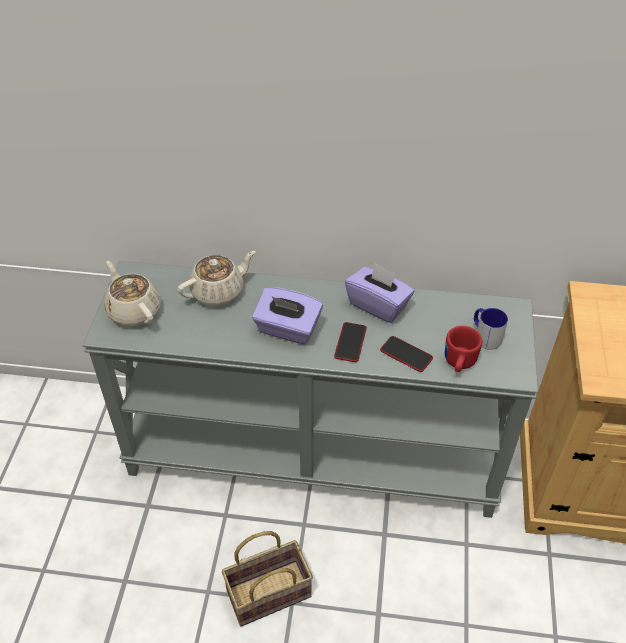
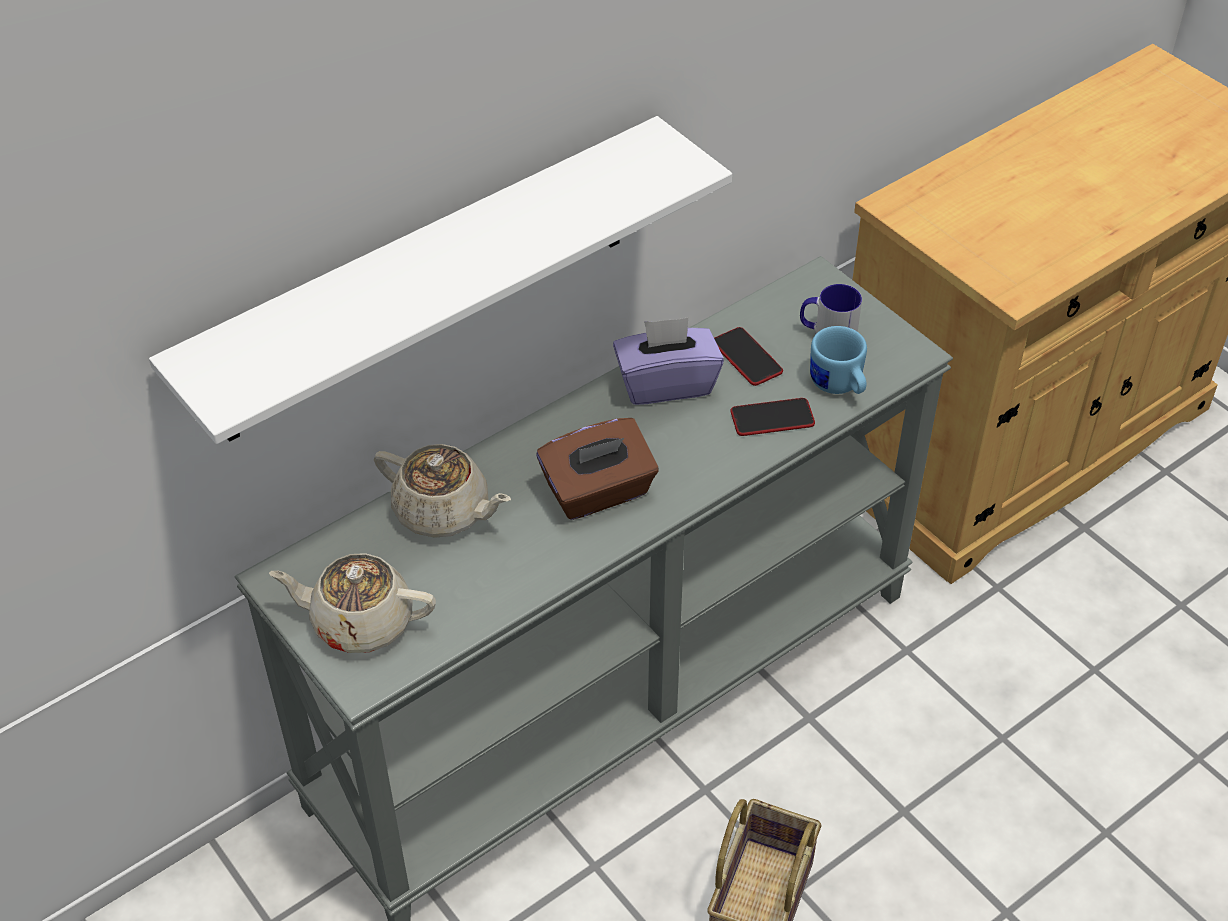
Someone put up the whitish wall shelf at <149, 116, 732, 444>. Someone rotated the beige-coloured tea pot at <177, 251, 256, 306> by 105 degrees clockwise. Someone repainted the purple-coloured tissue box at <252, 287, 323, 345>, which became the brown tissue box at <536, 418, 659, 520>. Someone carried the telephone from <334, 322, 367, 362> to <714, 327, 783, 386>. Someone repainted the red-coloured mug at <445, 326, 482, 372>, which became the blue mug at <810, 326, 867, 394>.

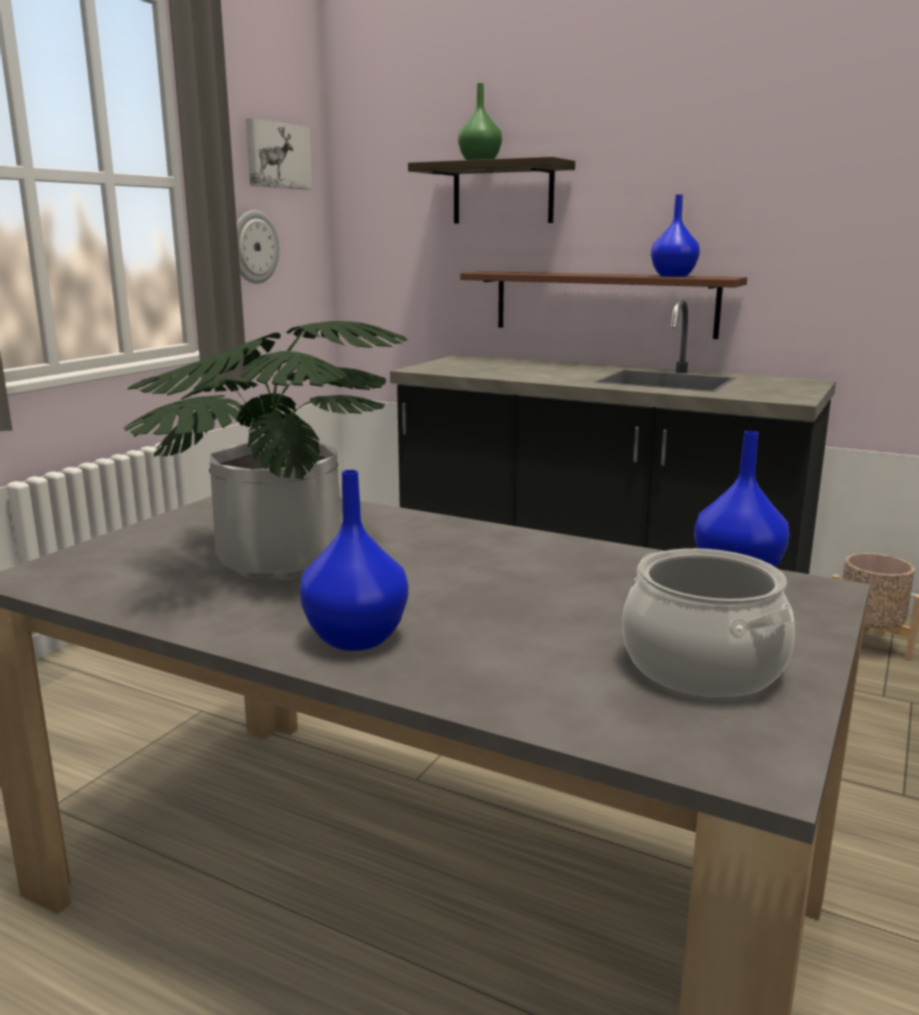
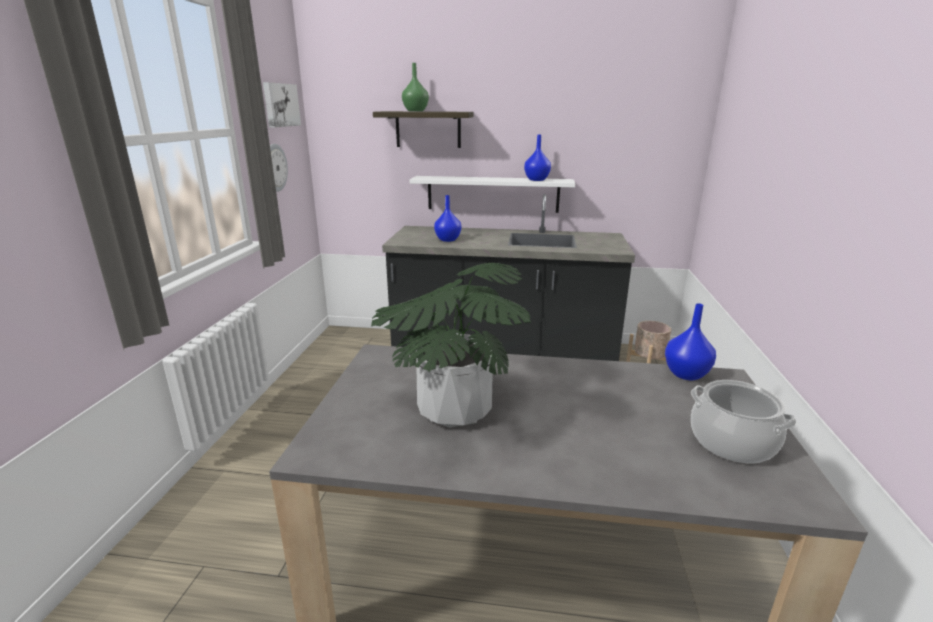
Someone repainted the brown wall shelf at <460, 271, 747, 339>, which became the whitish wall shelf at <410, 176, 575, 213>. Someone carried the blue flower vase from <300, 470, 409, 651> to <434, 195, 461, 242>.

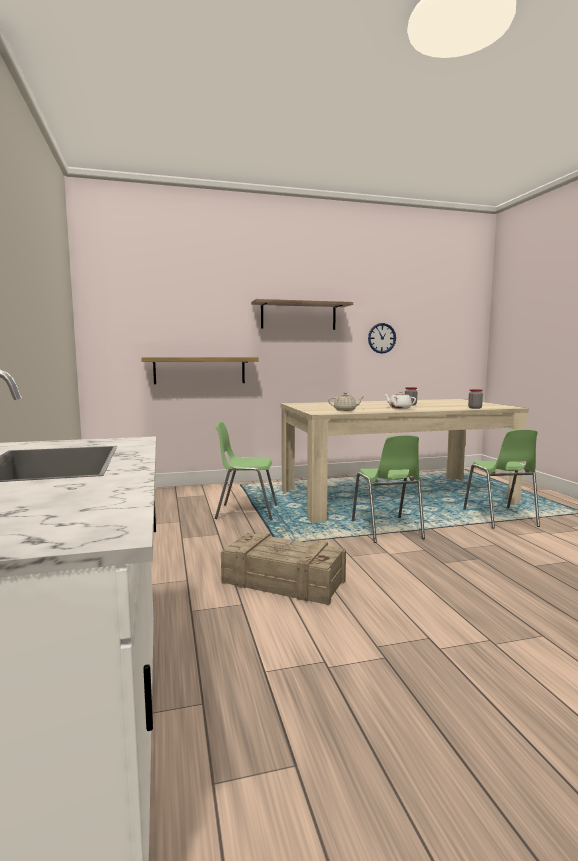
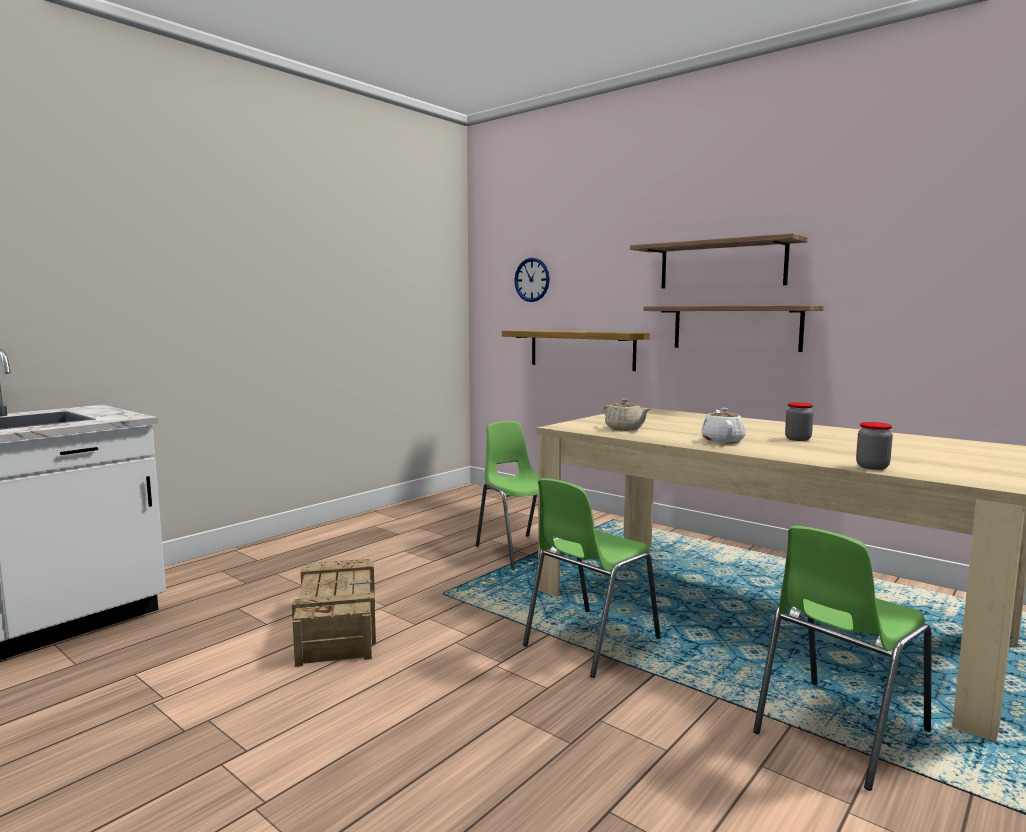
Someone carried the wall clock from <368, 323, 396, 354> to <514, 258, 550, 302>. Someone put up the wall shelf at <643, 305, 824, 352>.

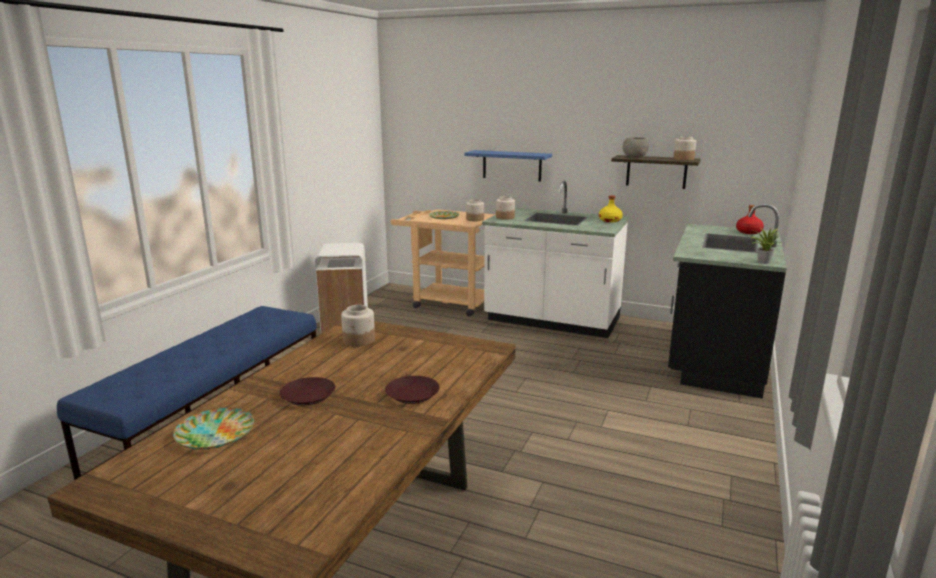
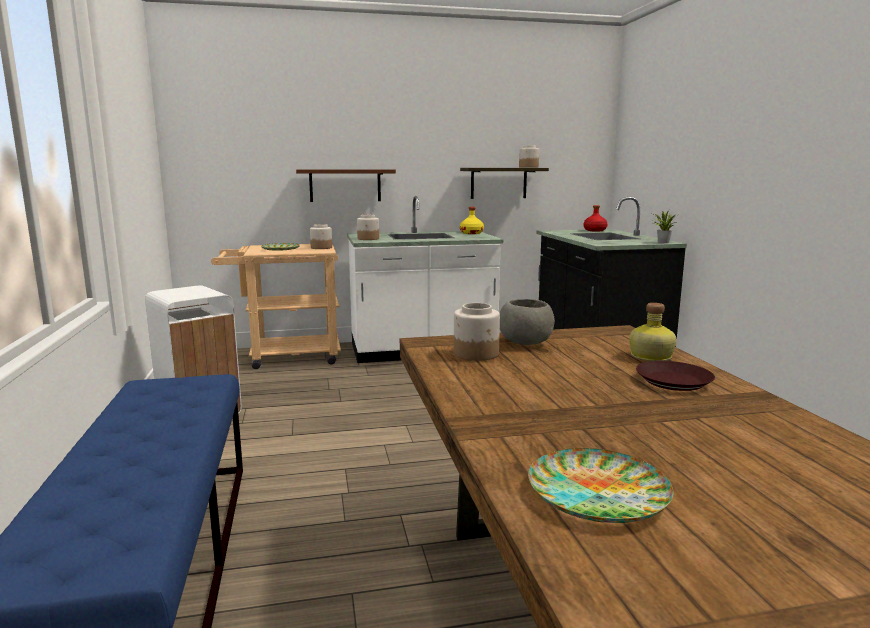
Someone repainted the blue wall shelf at <464, 150, 552, 182>, which became the brown wall shelf at <296, 169, 396, 202>. Someone carried the grey deep dish from <623, 137, 649, 158> to <500, 299, 555, 345>. Someone put down the drink bottle at <629, 303, 677, 361>. Someone took away the brown flat dish at <280, 377, 335, 406>.

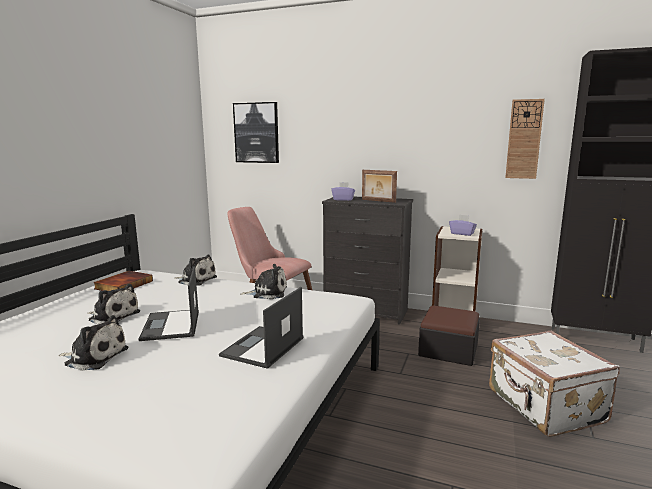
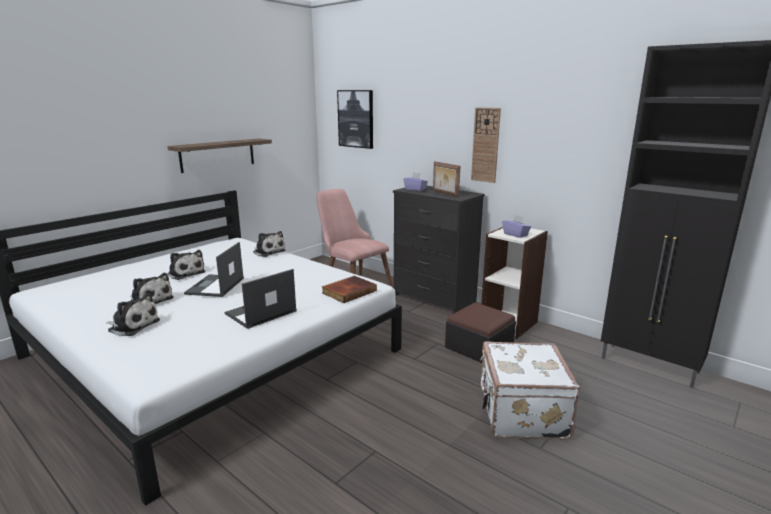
Someone carried the plush toy from <241, 264, 287, 300> to <106, 293, 160, 336>. Someone put up the wall shelf at <167, 139, 272, 173>. Someone carried the book from <93, 271, 153, 291> to <322, 276, 377, 303>. Someone carried the wall clock from <505, 99, 545, 179> to <471, 107, 501, 183>.

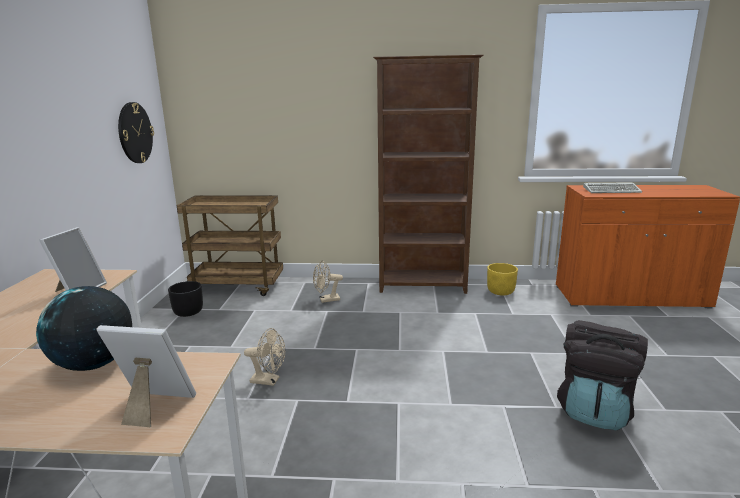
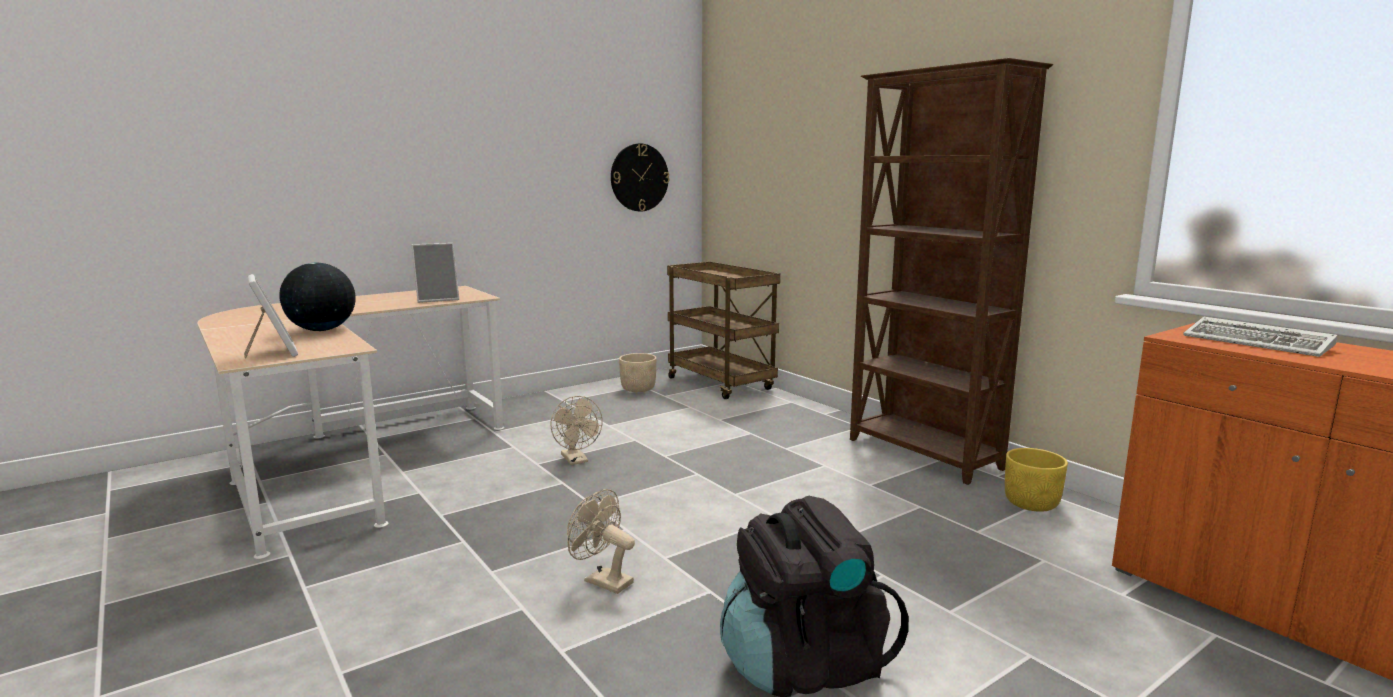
Someone carried the beige-coloured fan from <313, 260, 343, 303> to <567, 489, 635, 594>. Someone repainted the black-coloured flower pot at <168, 281, 203, 317>, which became the beige-coloured flower pot at <619, 353, 656, 392>.

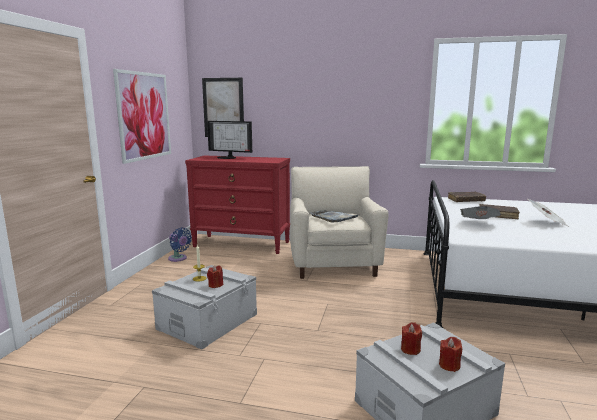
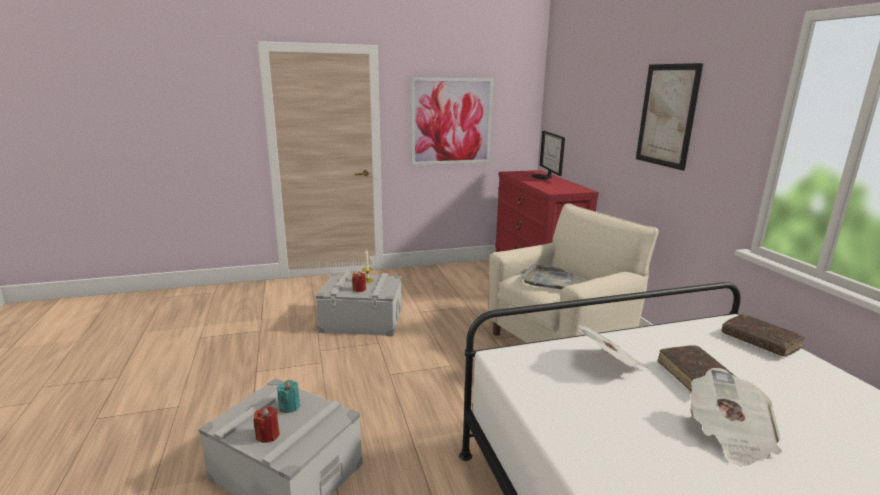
Someone repainted the red-coloured candle at <401, 322, 422, 355>, which became the blue-green candle at <277, 380, 300, 413>. Someone carried the picture from <202, 78, 244, 137> to <636, 63, 703, 170>. Someone took away the blue fan at <168, 227, 192, 262>.

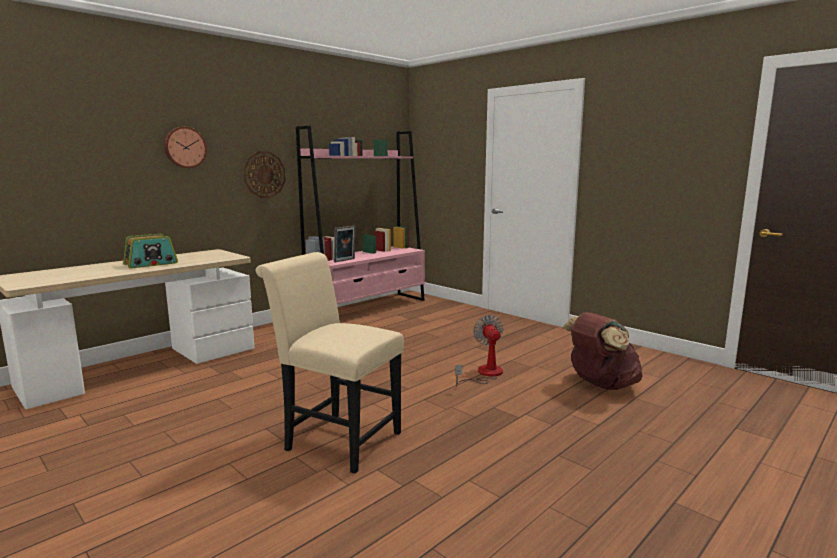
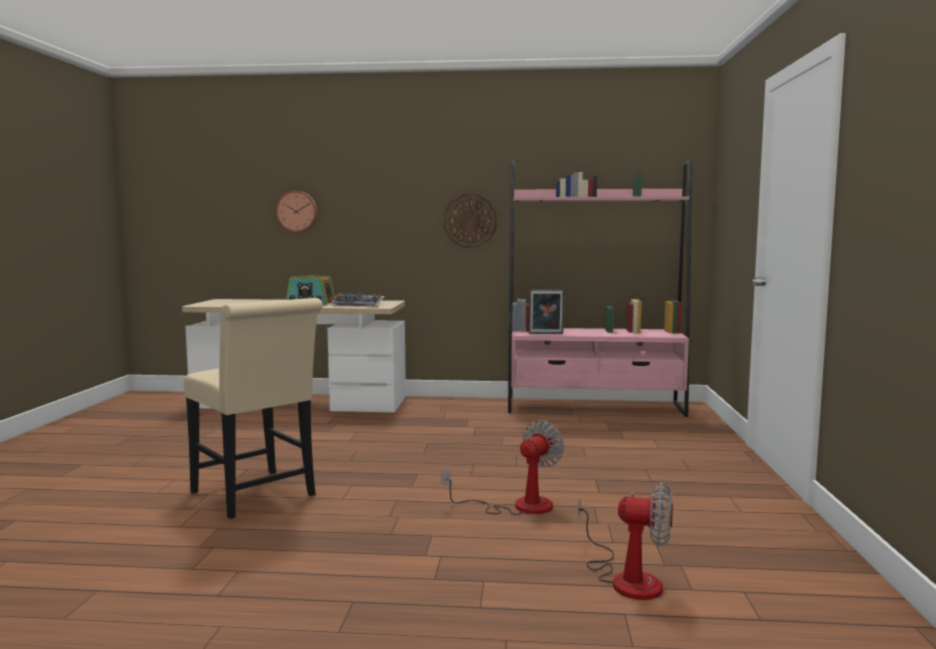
Someone rotated the beige-coloured upright chair at <255, 252, 404, 474> by 150 degrees clockwise. Someone carried the wall clock from <164, 127, 207, 168> to <276, 191, 318, 232>. Someone put down the computer keyboard at <331, 293, 384, 307>. Someone swapped the brown rucksack at <562, 312, 643, 390> for the fan at <578, 482, 673, 600>.

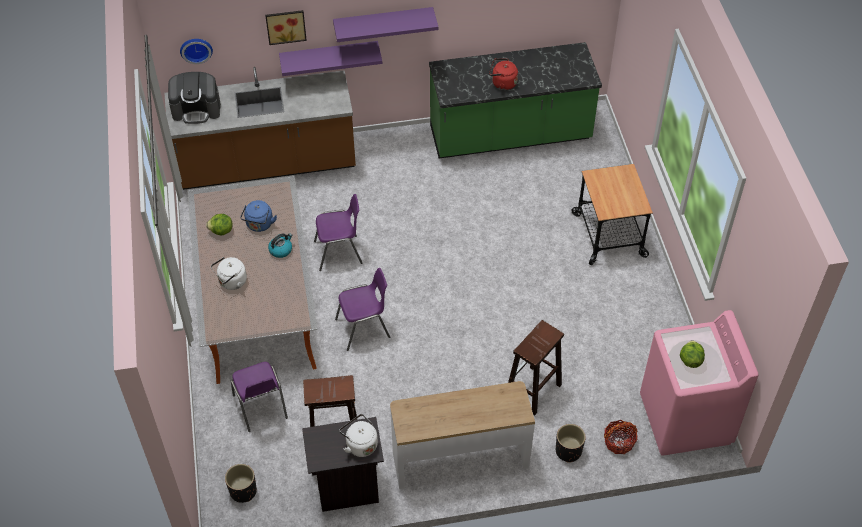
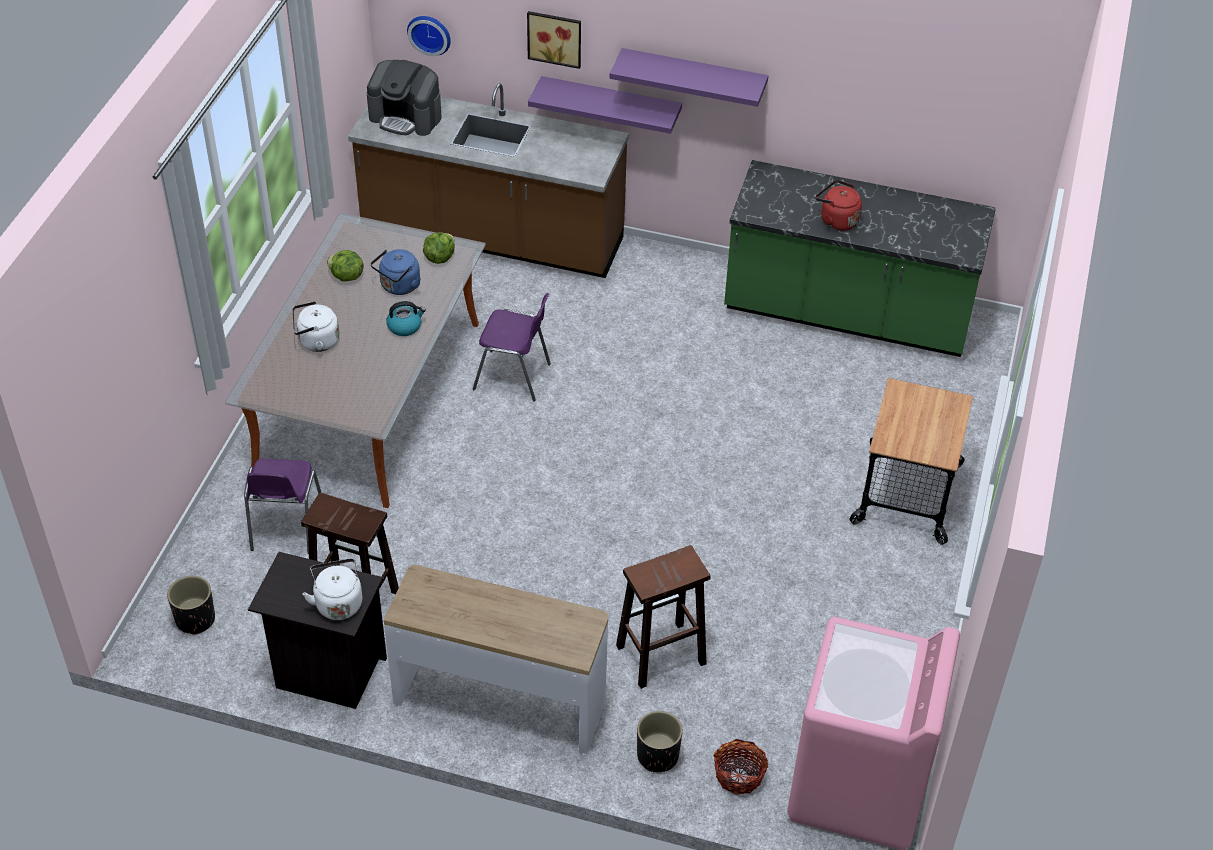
Someone carried the head of lettuce from <680, 340, 705, 368> to <423, 232, 455, 264>. Someone took away the purple-coloured upright chair at <335, 268, 390, 351>.

